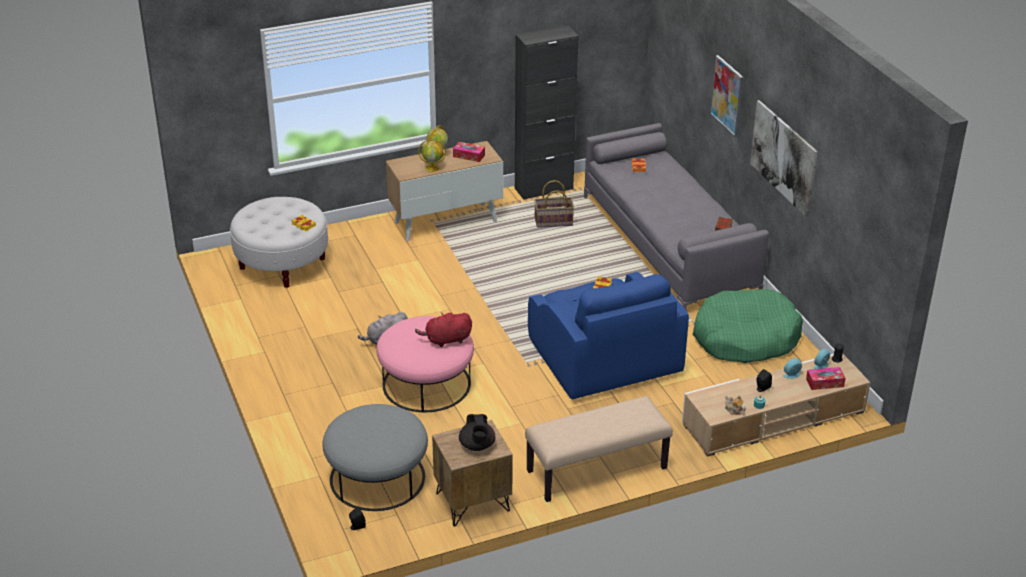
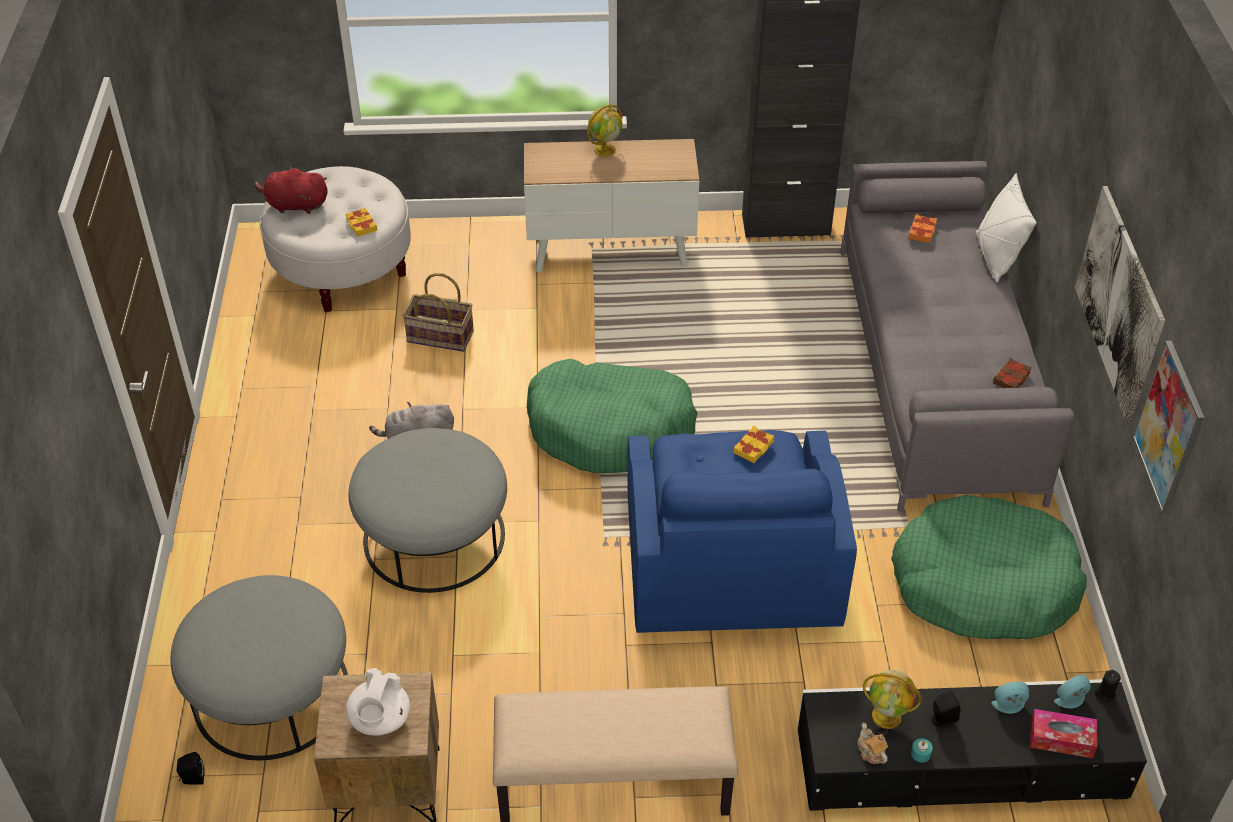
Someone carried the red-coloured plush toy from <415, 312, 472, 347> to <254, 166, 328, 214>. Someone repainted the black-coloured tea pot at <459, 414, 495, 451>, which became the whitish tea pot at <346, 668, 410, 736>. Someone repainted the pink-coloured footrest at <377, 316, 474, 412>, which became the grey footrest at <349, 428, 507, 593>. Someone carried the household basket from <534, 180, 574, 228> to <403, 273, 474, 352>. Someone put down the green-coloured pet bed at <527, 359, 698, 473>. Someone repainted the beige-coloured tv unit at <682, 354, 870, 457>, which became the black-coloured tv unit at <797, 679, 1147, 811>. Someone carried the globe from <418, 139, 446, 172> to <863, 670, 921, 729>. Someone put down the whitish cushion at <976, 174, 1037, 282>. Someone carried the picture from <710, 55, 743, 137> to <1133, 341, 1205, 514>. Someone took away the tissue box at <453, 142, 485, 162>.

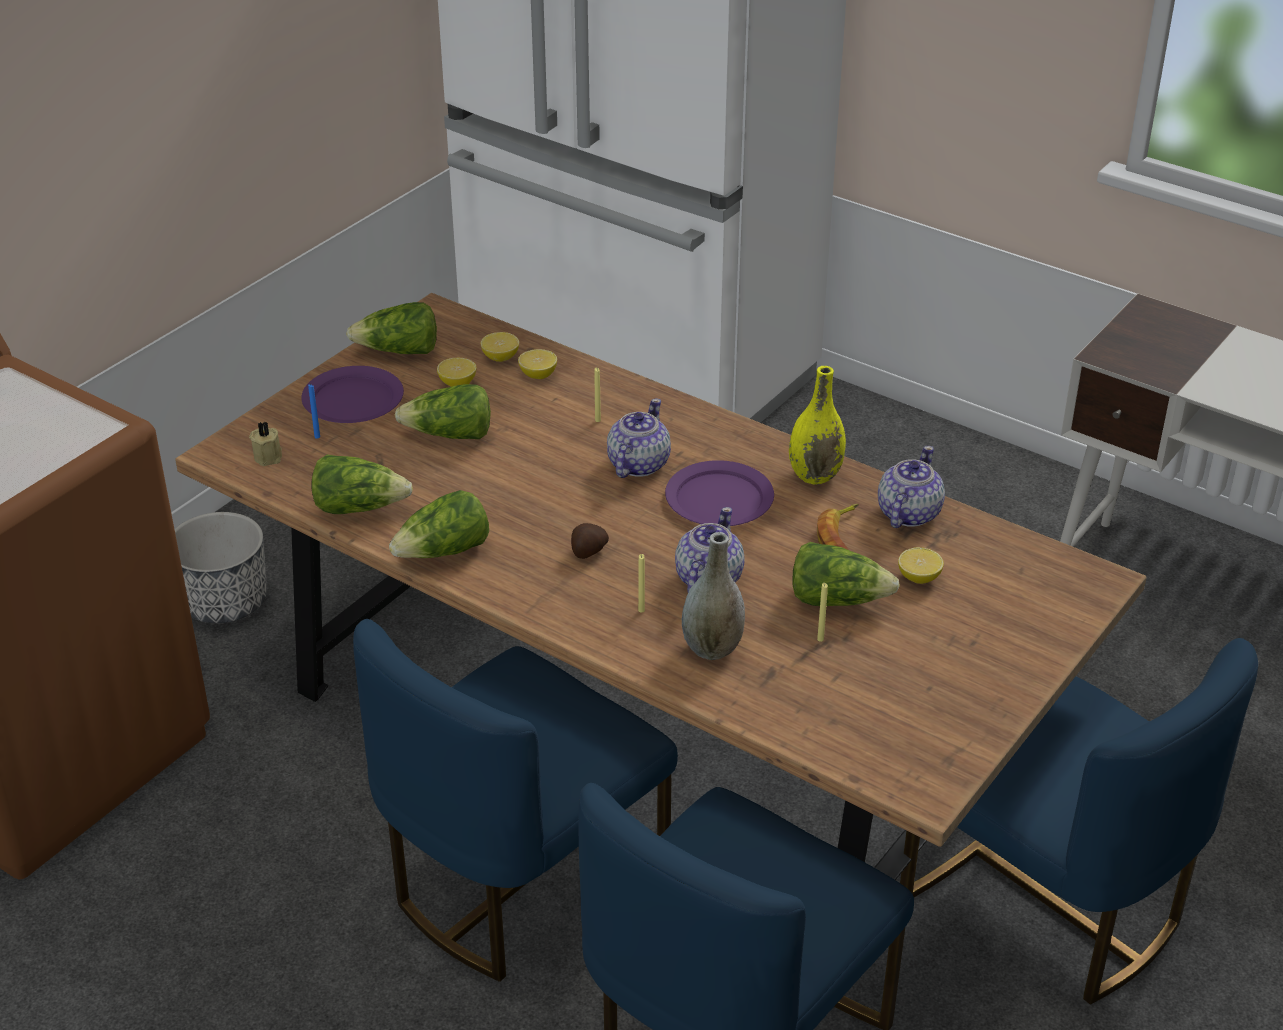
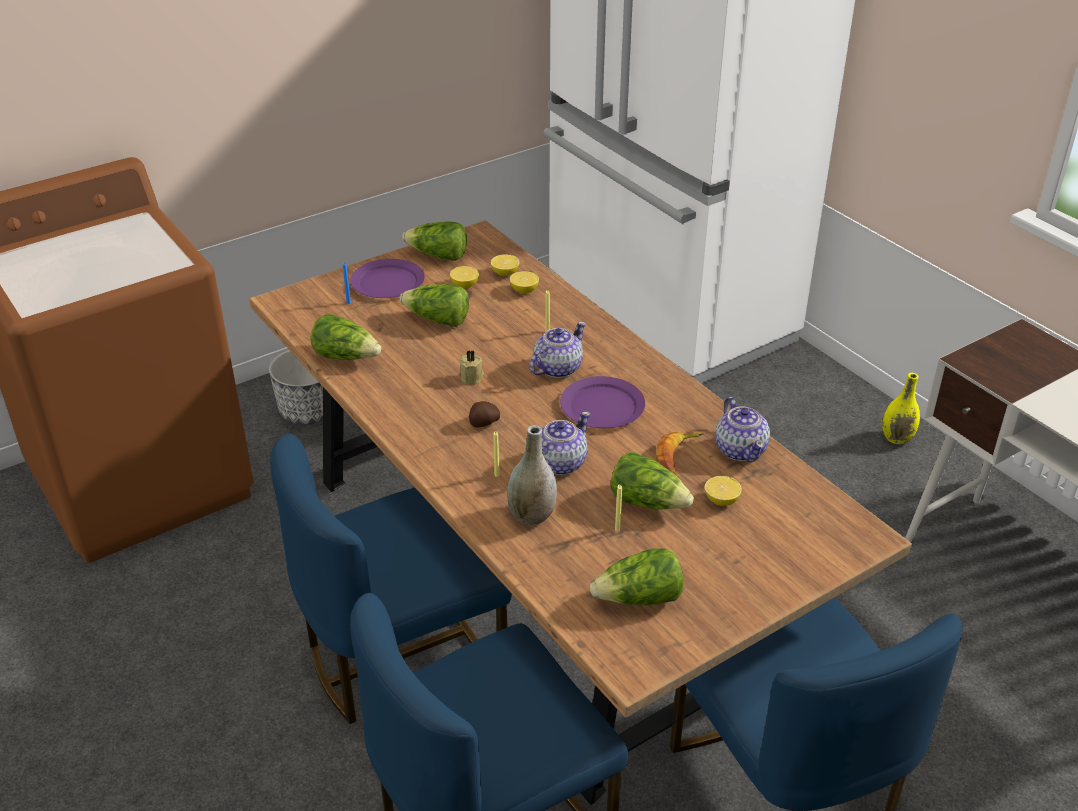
Someone carried the beige-coloured candle from <249, 421, 282, 466> to <459, 350, 484, 384>. Someone carried the head of lettuce from <389, 490, 489, 558> to <590, 548, 683, 606>. Someone rotated the tea pot at <878, 446, 945, 528> by 120 degrees clockwise. Someone carried the yellow flower vase from <789, 366, 846, 485> to <882, 373, 920, 444>.

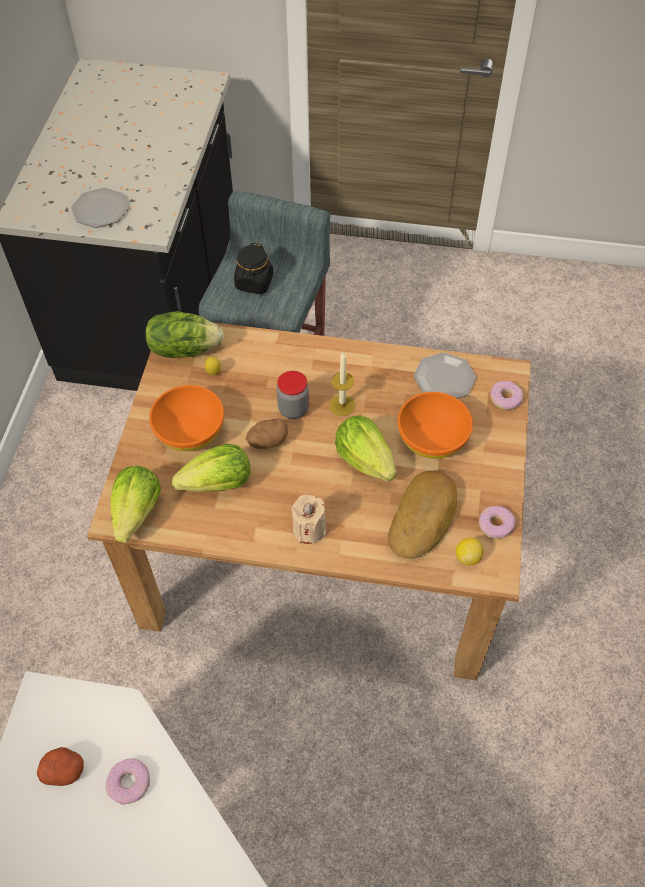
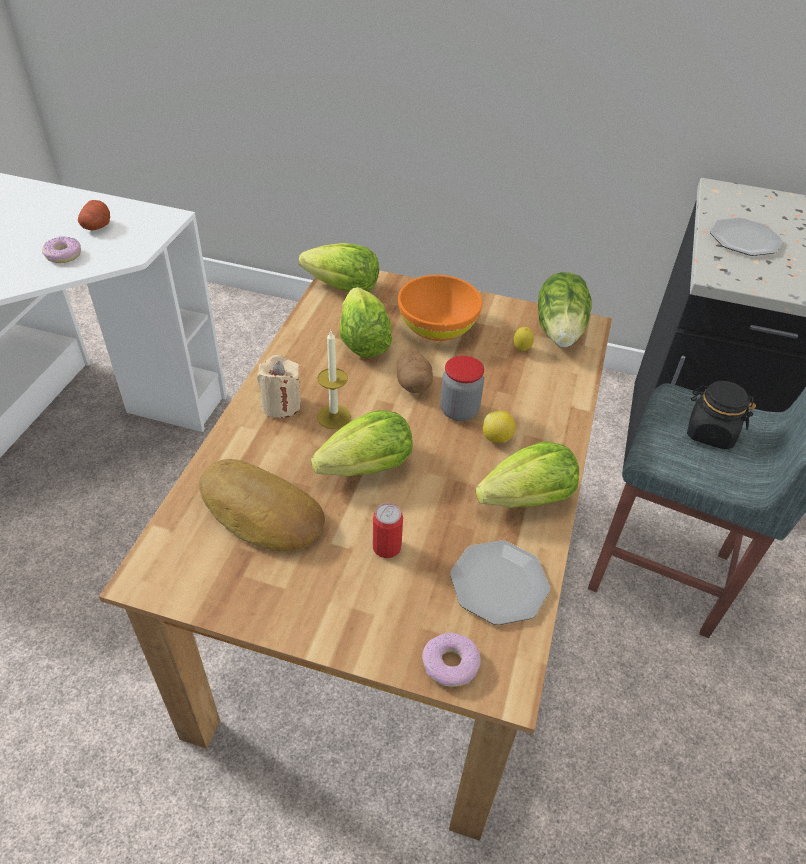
Someone carried the candle from <329, 351, 355, 416> to <317, 331, 351, 429>. Someone swapped the orange deep dish at <398, 392, 473, 459> for the can at <373, 503, 403, 558>. Someone put down the head of lettuce at <476, 441, 579, 508>. Someone carried the citrus fruit from <456, 537, 484, 565> to <483, 411, 516, 443>. Someone took away the ring doughnut at <479, 506, 516, 539>.

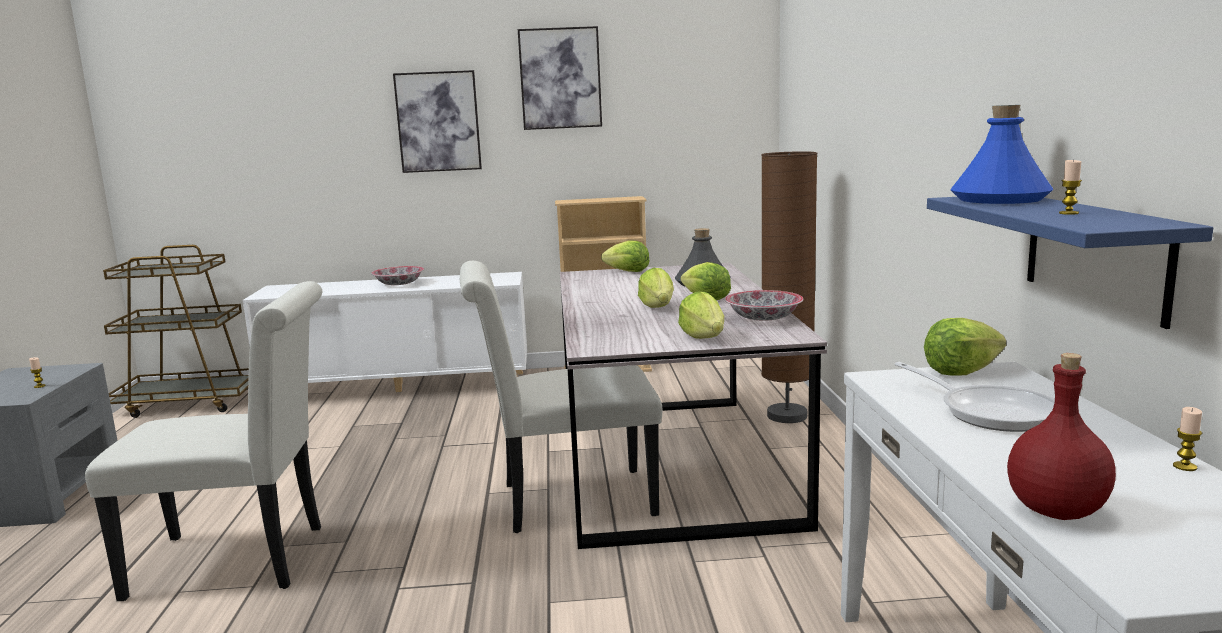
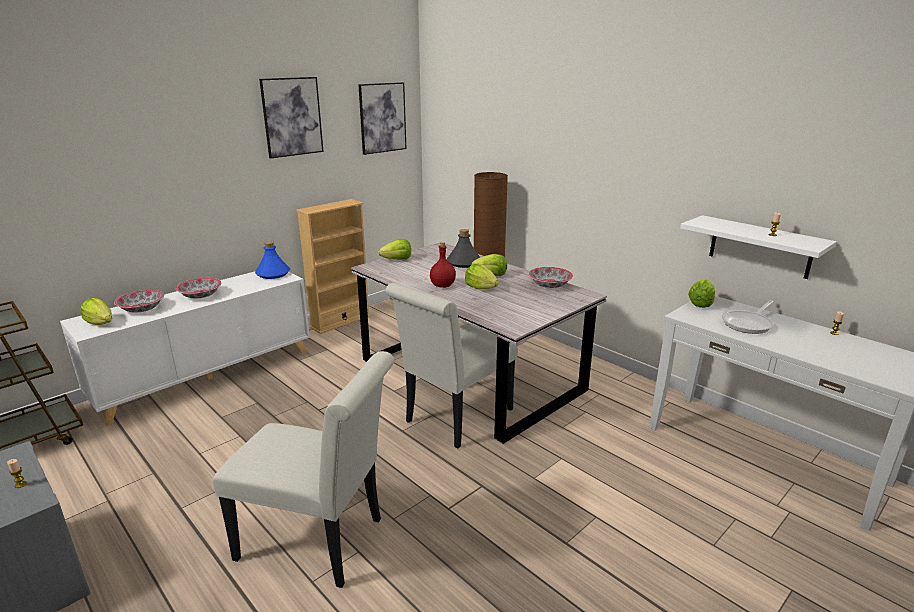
Someone carried the head of lettuce from <678, 292, 724, 339> to <80, 298, 112, 325>. Someone put down the deep dish at <114, 290, 164, 312>. Someone rotated the whitish upright chair at <85, 281, 322, 601> by 60 degrees clockwise. Someone carried the blue drink bottle from <950, 105, 1053, 204> to <255, 241, 290, 279>. Someone carried the picture from <393, 70, 482, 173> to <358, 82, 407, 155>. Someone carried the red-coloured drink bottle from <1007, 353, 1116, 520> to <430, 242, 456, 288>. Someone repainted the blue wall shelf at <927, 197, 1213, 329>, which became the whitish wall shelf at <680, 215, 837, 279>. Someone rotated the frying pan at <895, 362, 1055, 432> by 120 degrees clockwise.

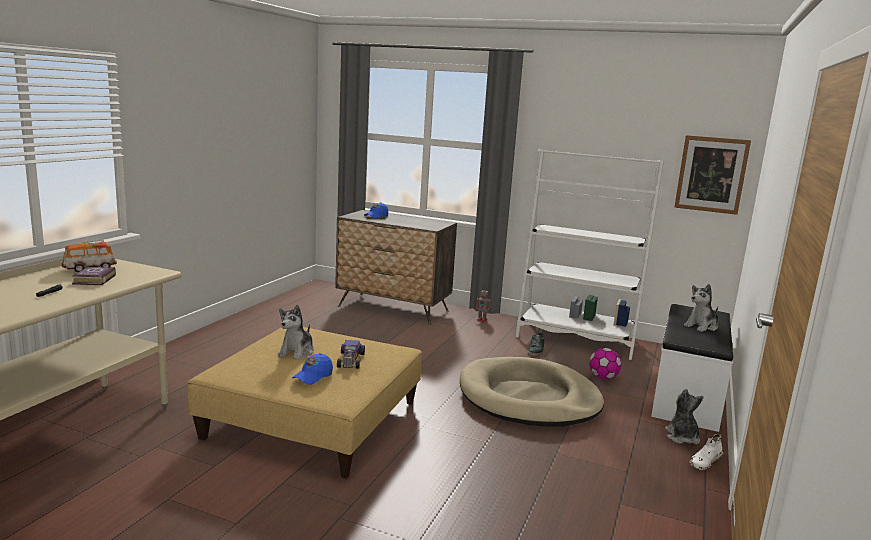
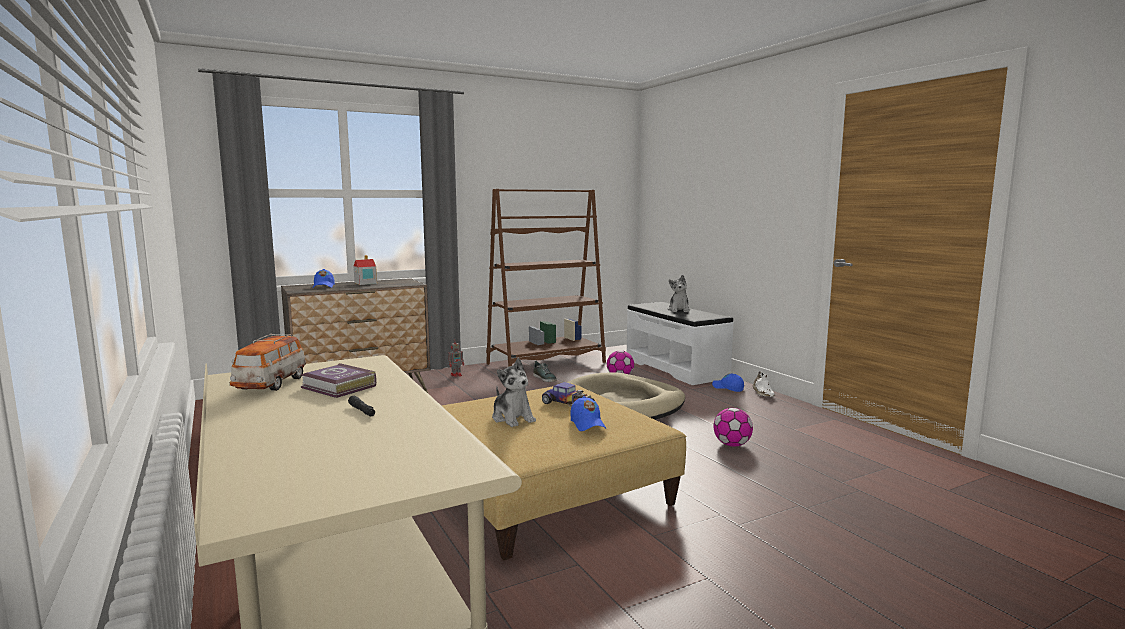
Someone put down the miniature house at <353, 255, 377, 285>. Someone repainted the whitish bookcase at <516, 149, 664, 360>, which became the brown bookcase at <486, 189, 606, 367>. Someone swapped the plush toy at <665, 389, 704, 444> for the blue baseball cap at <712, 374, 744, 392>. Someone put down the football ball at <713, 408, 753, 447>. Someone took away the picture at <675, 135, 751, 215>.

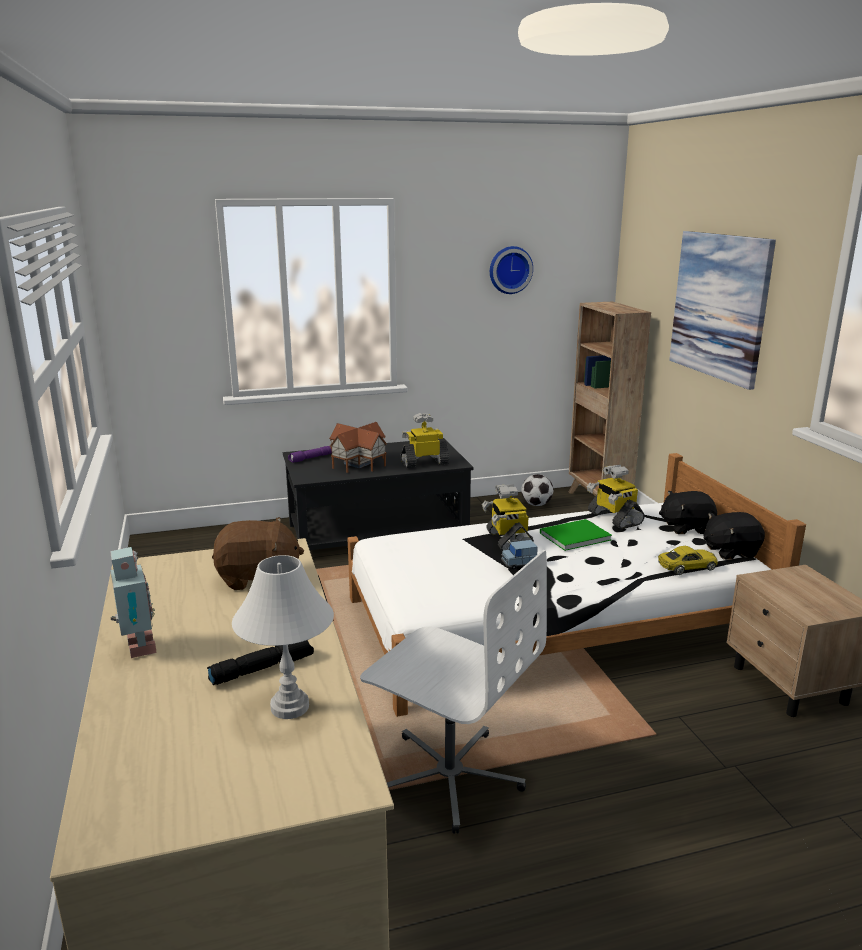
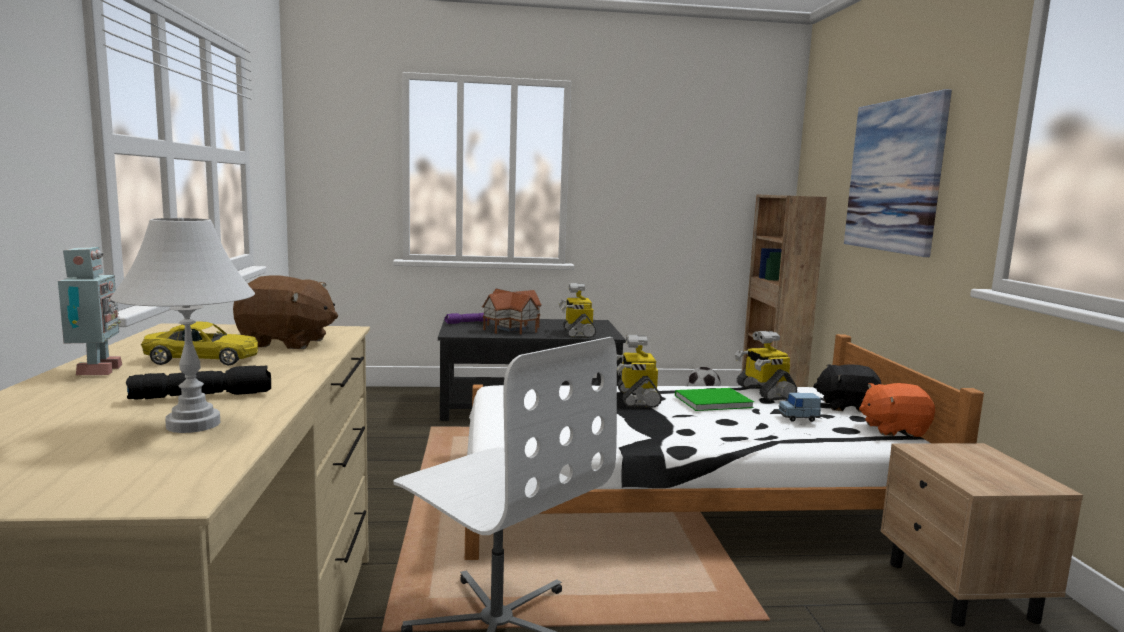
Someone carried the yellow miniature car from <658, 546, 718, 575> to <141, 321, 258, 366>. Someone rotated the model robot at <401, 413, 449, 468> by 90 degrees counterclockwise. Someone carried the blue miniature car from <501, 540, 537, 570> to <778, 393, 821, 422>. Someone repainted the black-coloured plush toy at <703, 512, 765, 560>, which became the orange plush toy at <859, 383, 935, 437>. Someone took away the wall clock at <490, 246, 533, 294>.

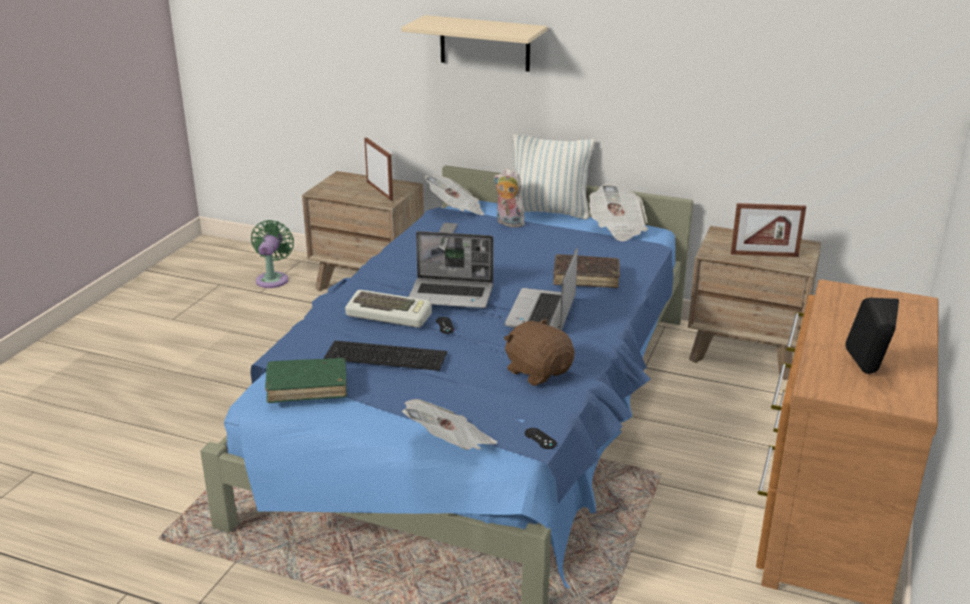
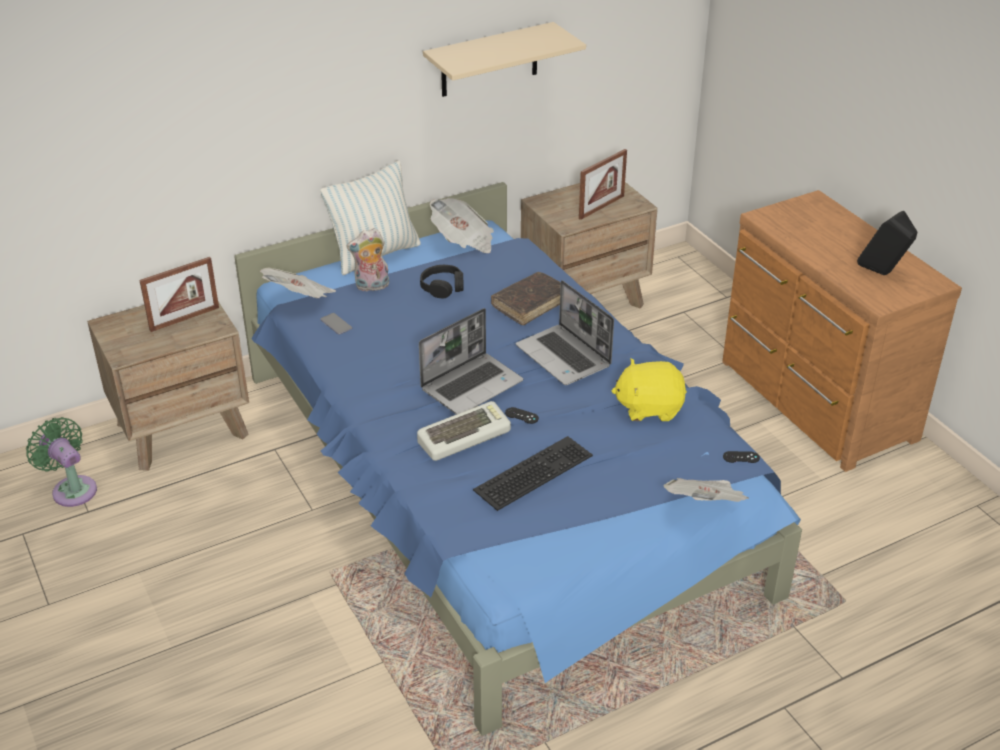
Someone rotated the photo frame at <364, 137, 393, 201> by 135 degrees clockwise. Someone put down the black-coloured headphones at <420, 265, 464, 298>. Someone carried the beige-coloured wall shelf from <401, 15, 547, 72> to <423, 22, 586, 97>. Someone repainted the brown plush toy at <504, 319, 575, 386>, which became the yellow plush toy at <612, 358, 687, 421>. Someone took away the green-coloured book at <265, 358, 347, 403>.

